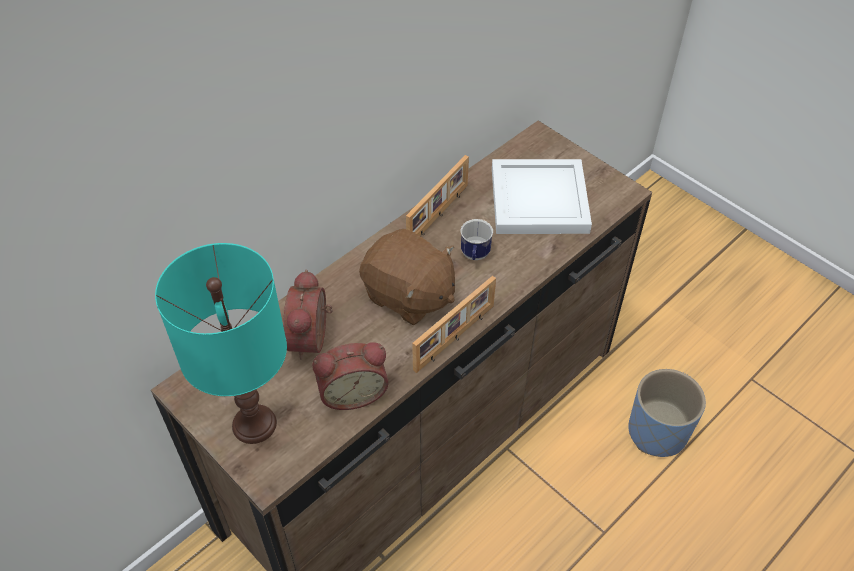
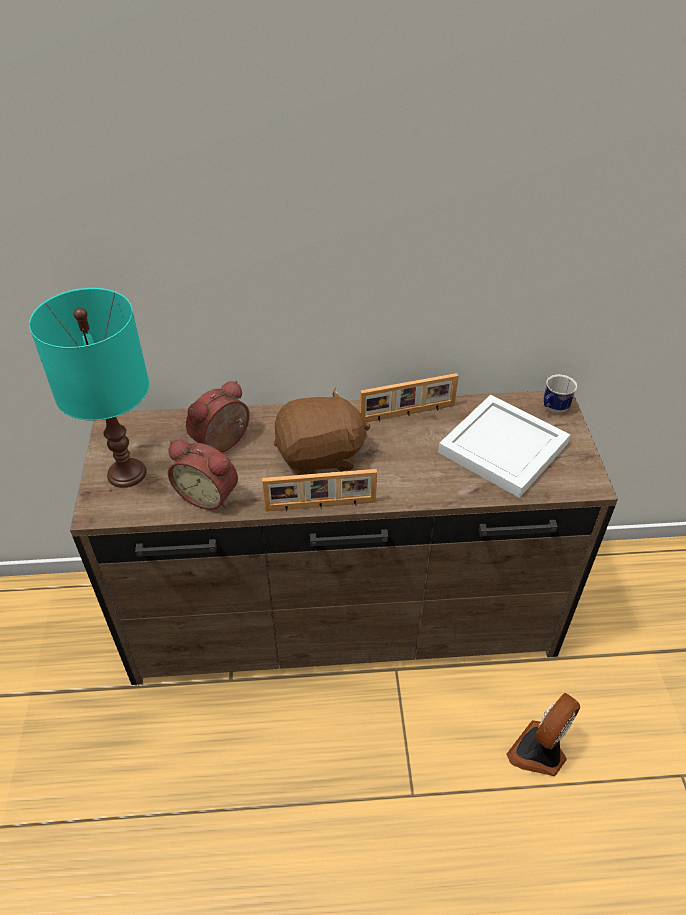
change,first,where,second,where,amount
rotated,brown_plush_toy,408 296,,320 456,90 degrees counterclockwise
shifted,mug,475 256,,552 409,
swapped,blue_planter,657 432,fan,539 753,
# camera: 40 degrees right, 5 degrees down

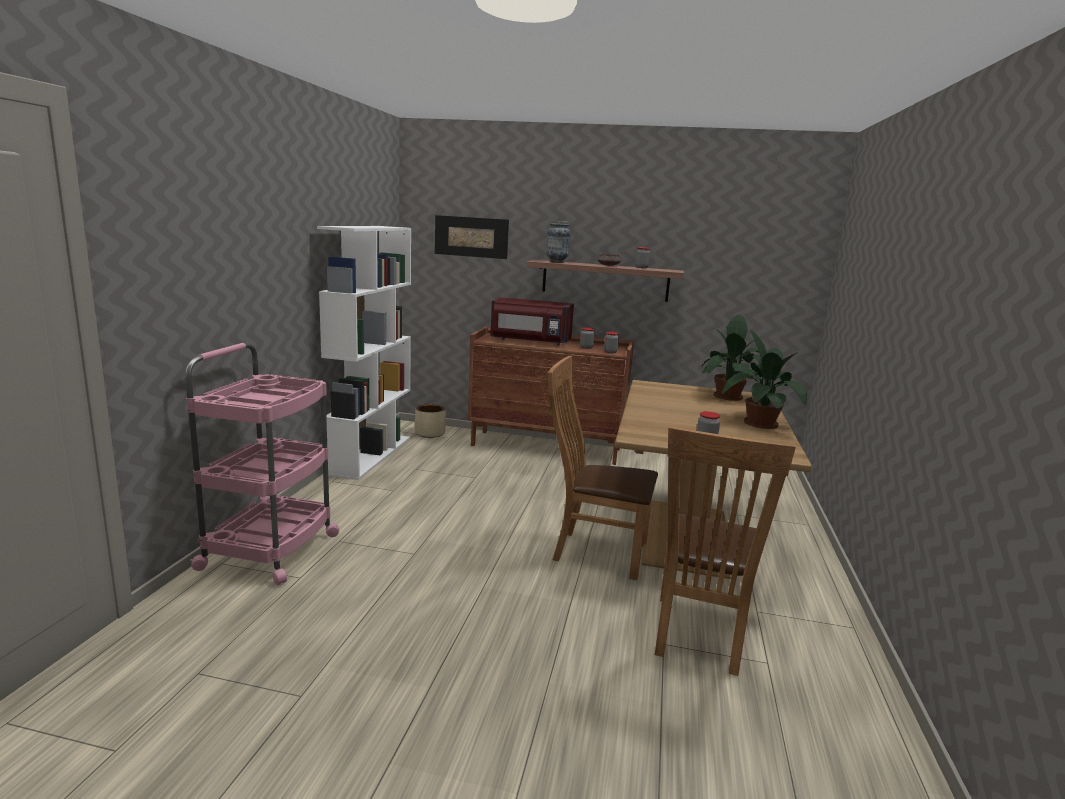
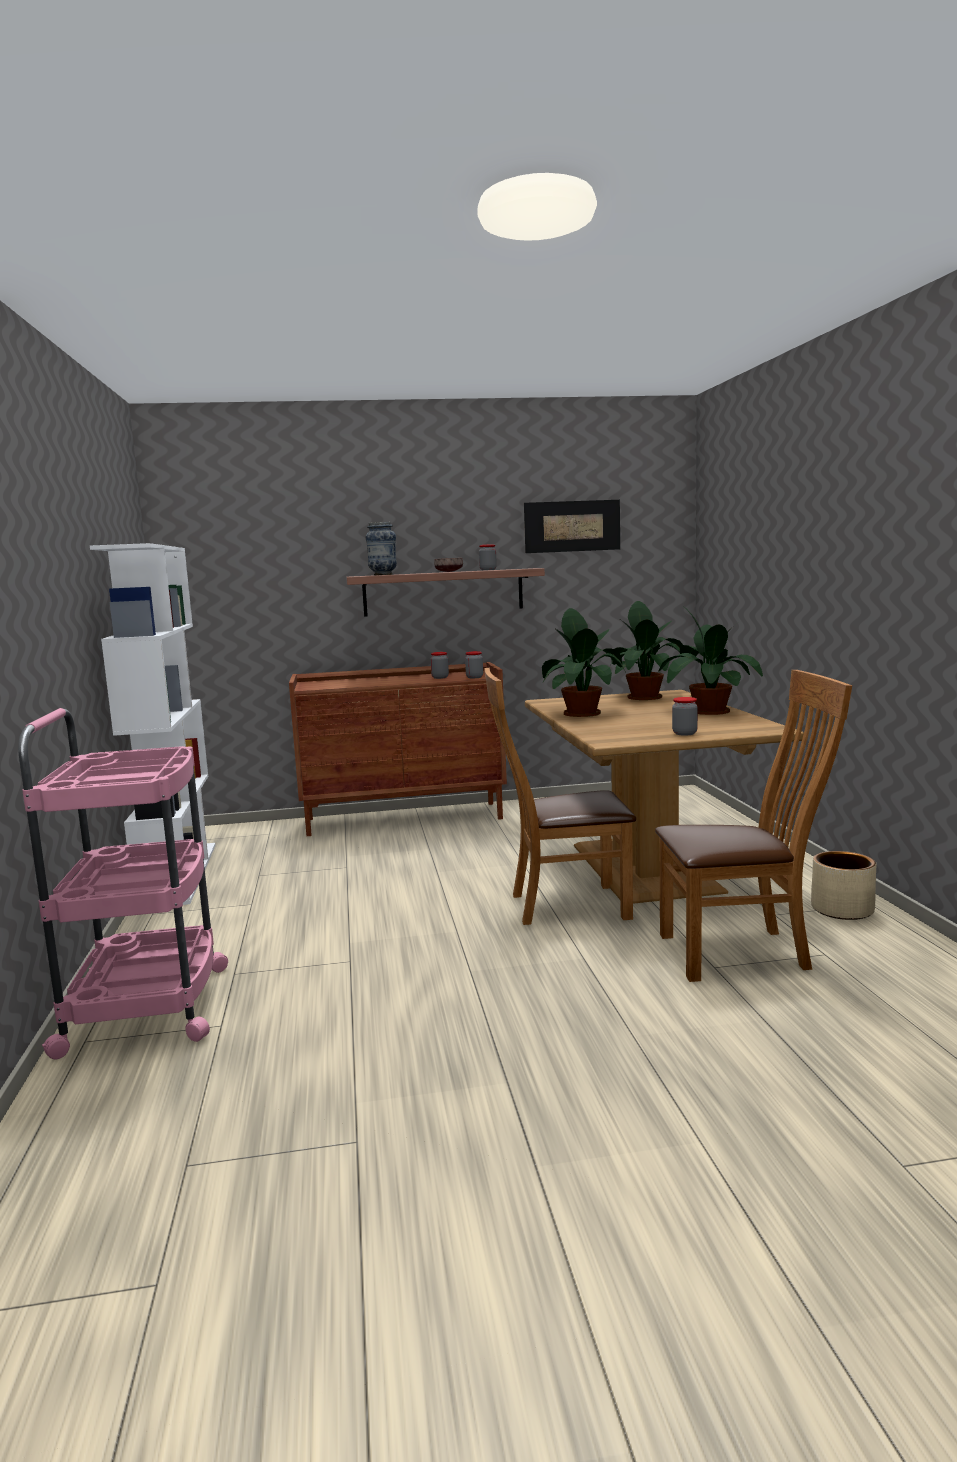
change,first,where,second,where,amount
shifted,beige_planter,430 433,,842 909,
shifted,picture,471 237,,572 526,
gone,red_microwave,529 341,,,
rotated,brown_chair,698 638,,742 952,90 degrees counterclockwise
new,,,potted_plant,582 713,
# camera: 20 degrees left, 5 degrees down

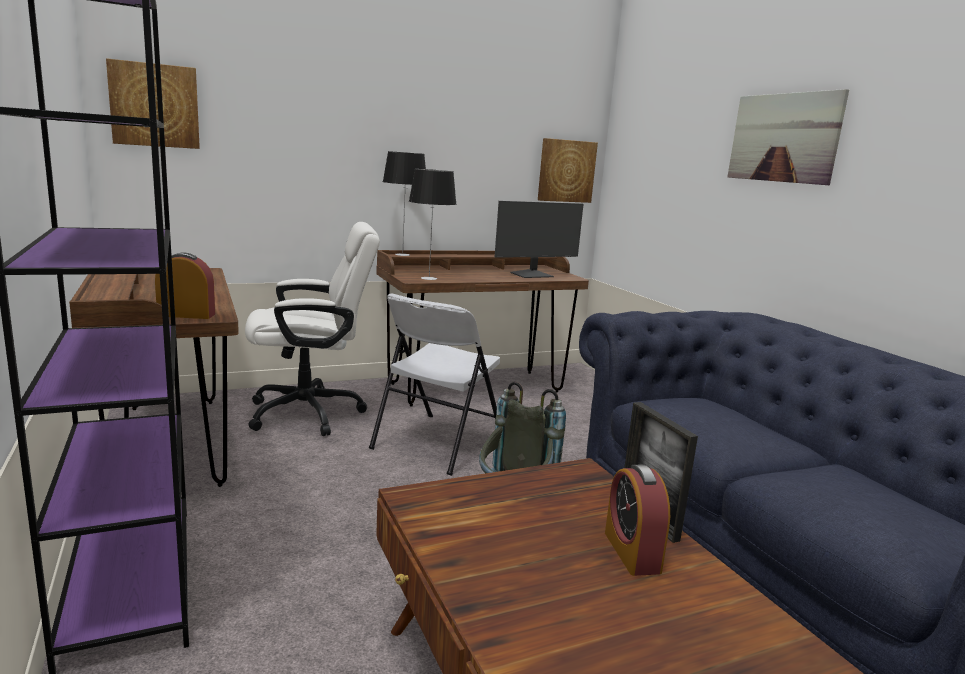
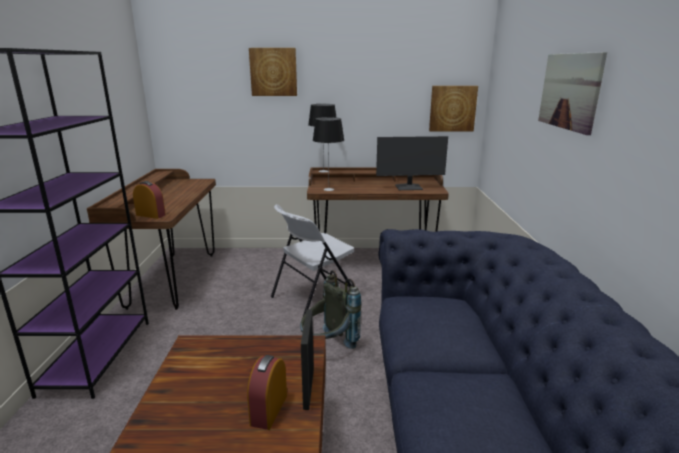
change,first,where,second,where,amount
shifted,picture,154 105,,273 72,
gone,white_office_chair,312 413,,,
# camera: 25 degrees right, 5 degrees up

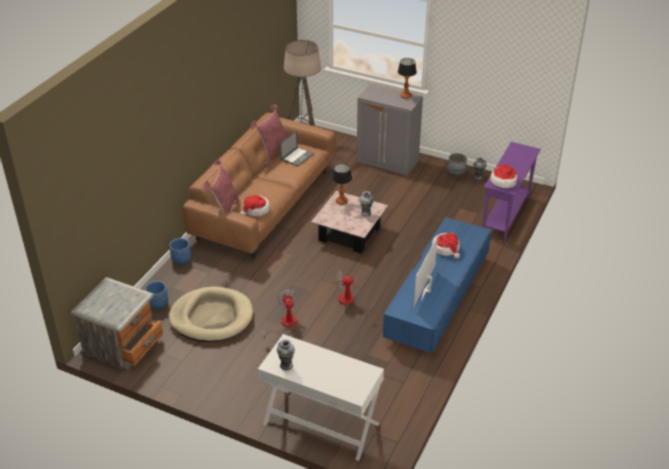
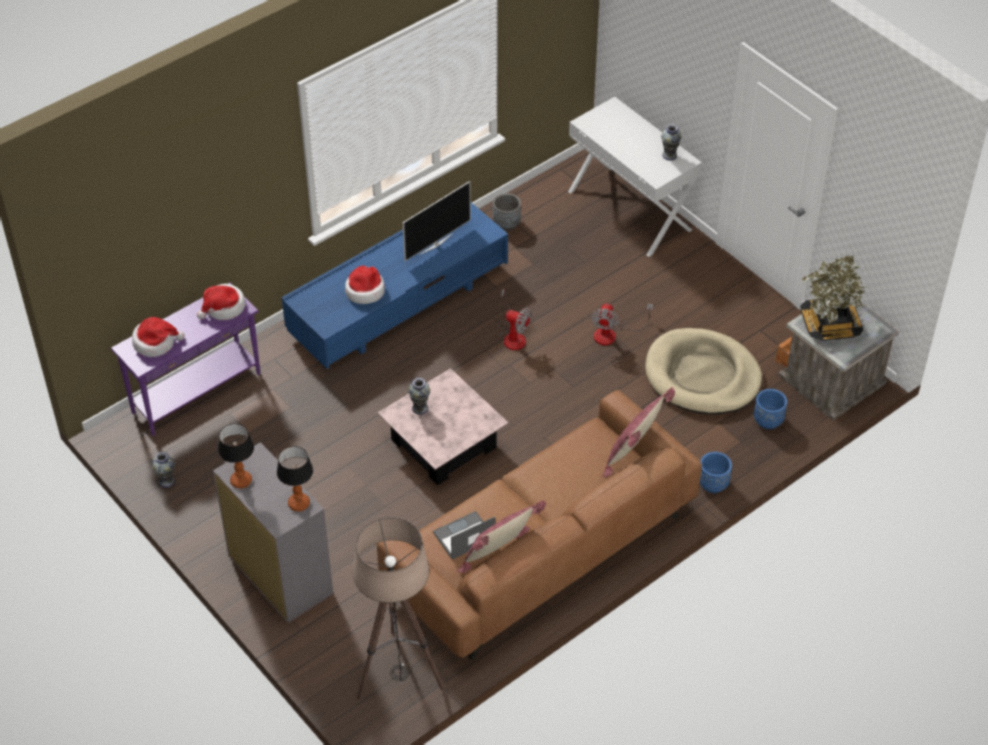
change,first,where,second,where,amount
shifted,hat,255 210,,155 342,
shifted,table_lamp,341 201,,298 504,
shifted,grey_planter,456 173,,506 224,
new,,,potted_plant,829 325,
# camera: 155 degrees left, 10 degrees up

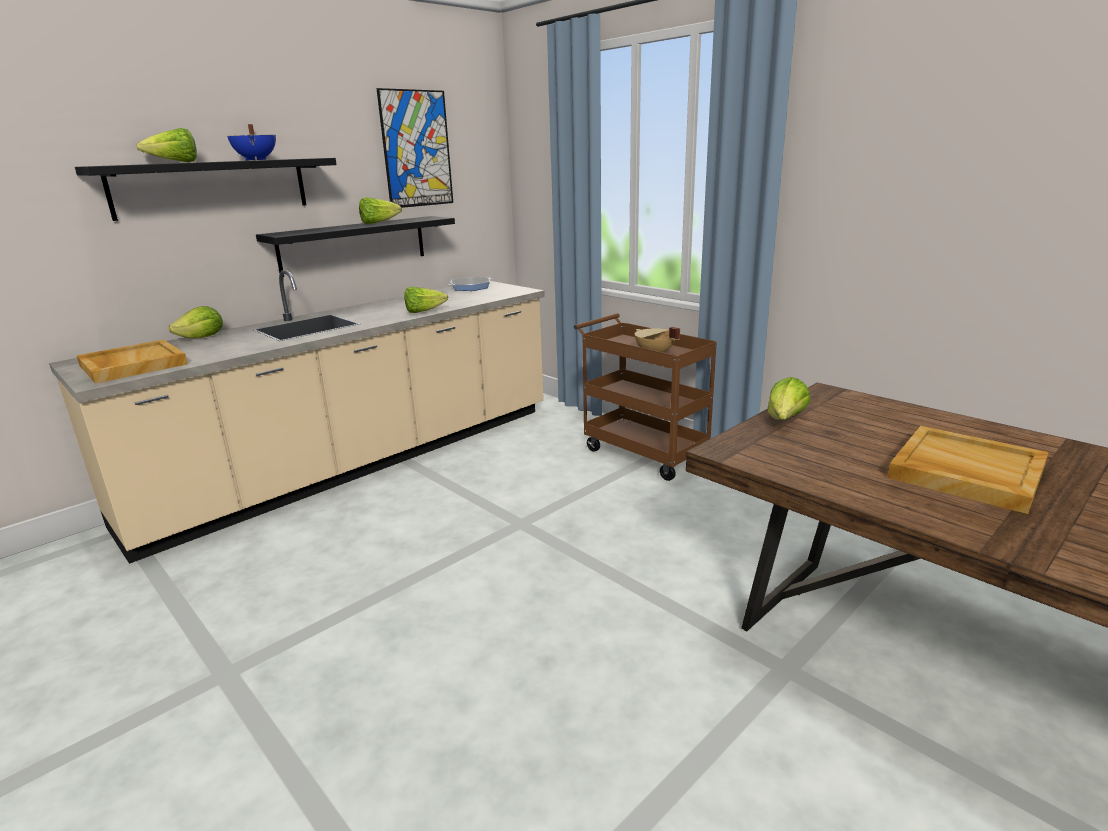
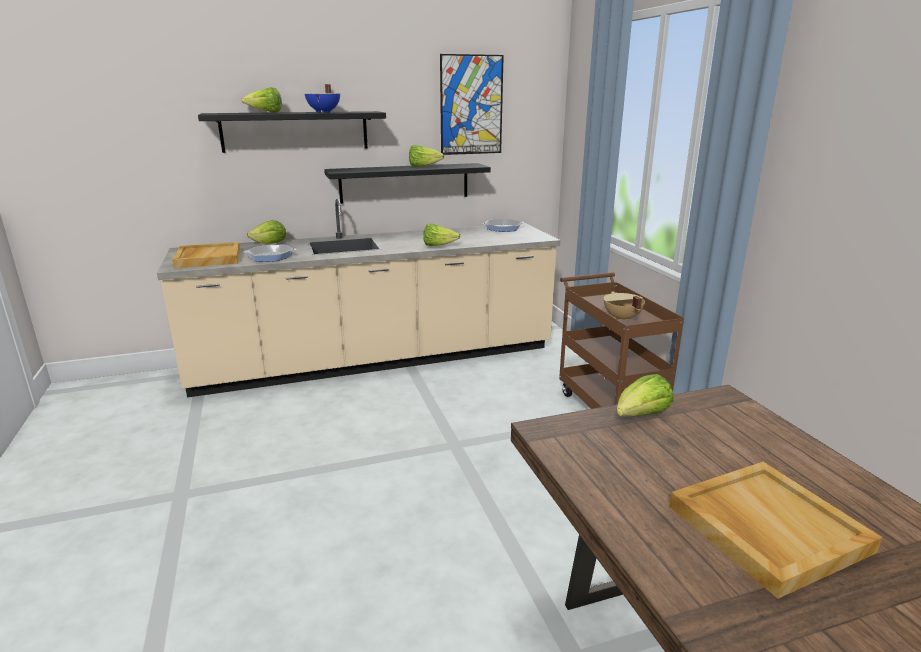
change,first,where,second,where,amount
new,,,frying_pan,270 257,
# camera: 25 degrees right, 0 degrees up

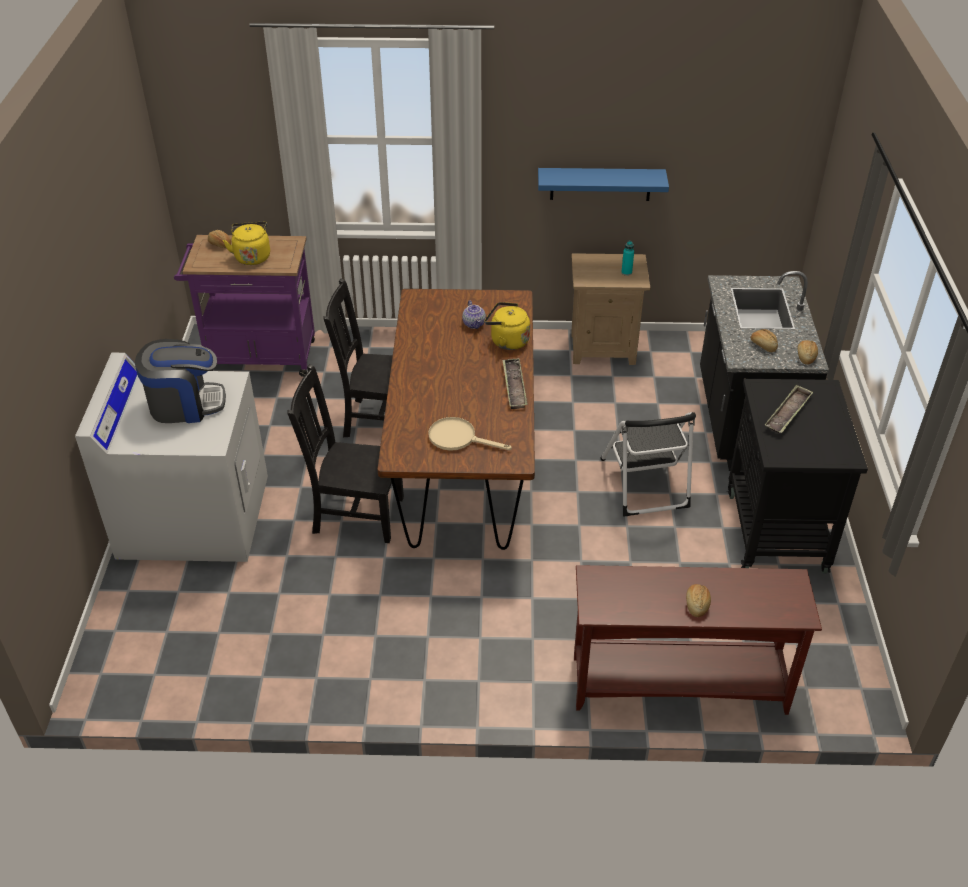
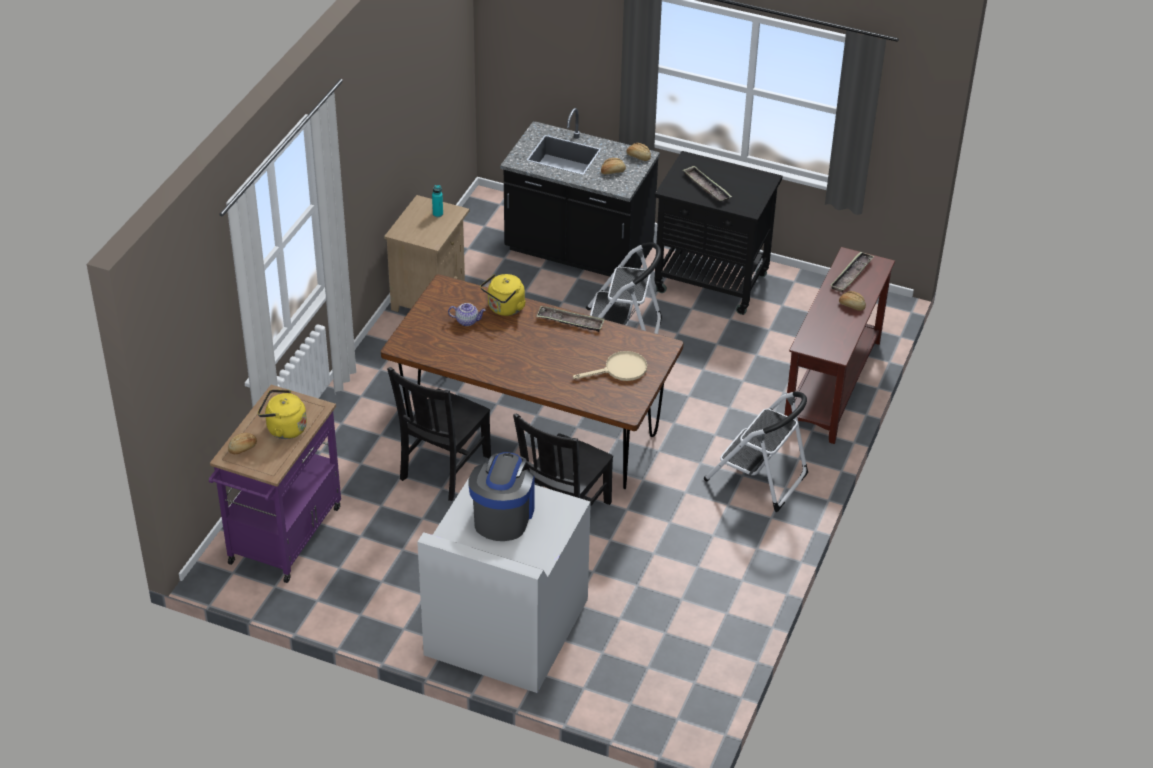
change,first,where,second,where,amount
rotated,beige_frying_pan,459 438,,620 370,150 degrees counterclockwise
gone,blue_shelf,600 184,,,
new,,,step_ladder,759 478,
new,,,tray,851 275,
# camera: 70 degrees left, 0 degrees up

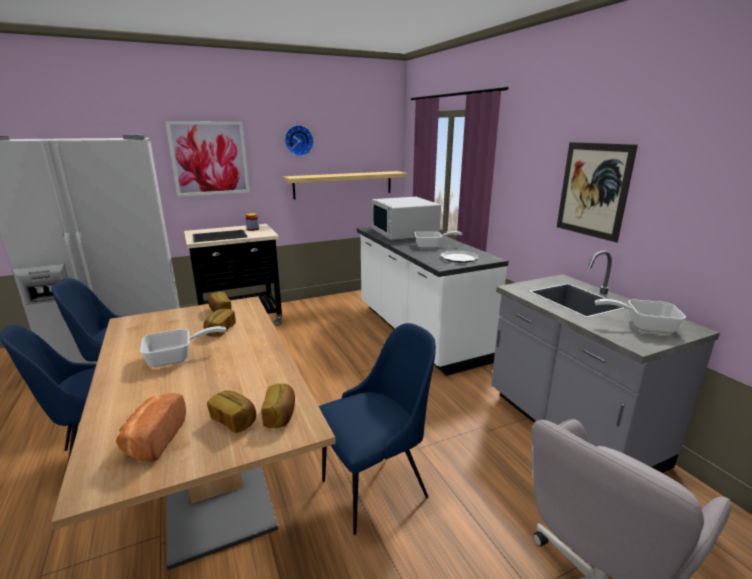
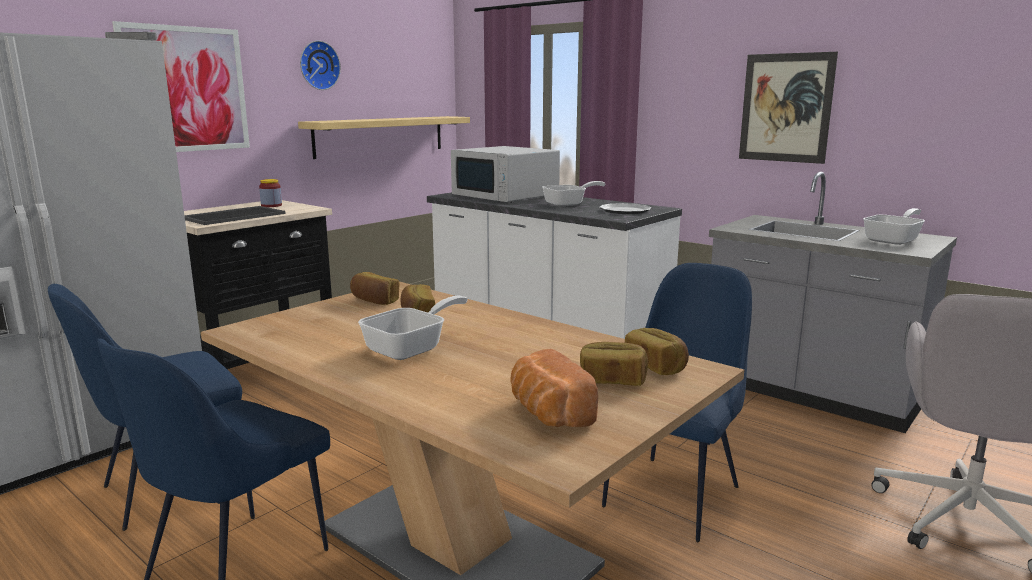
change,first,where,second,where,amount
rotated,frying_pan,643 325,,894 240,150 degrees clockwise
# camera: 25 degrees left, 5 degrees down

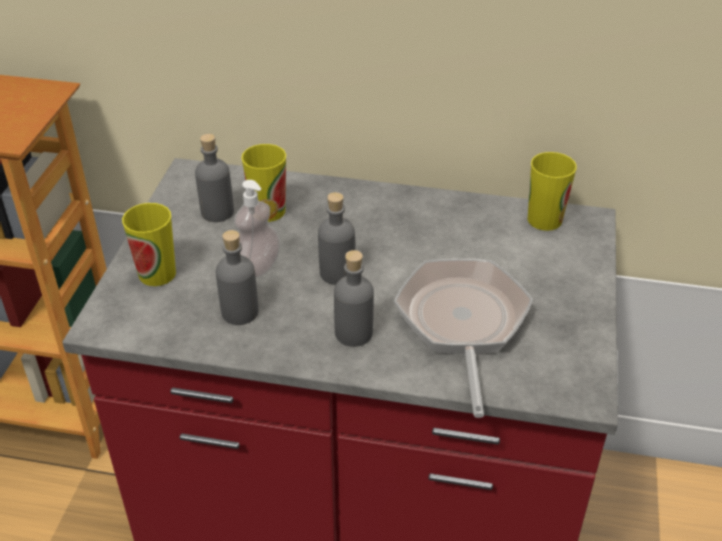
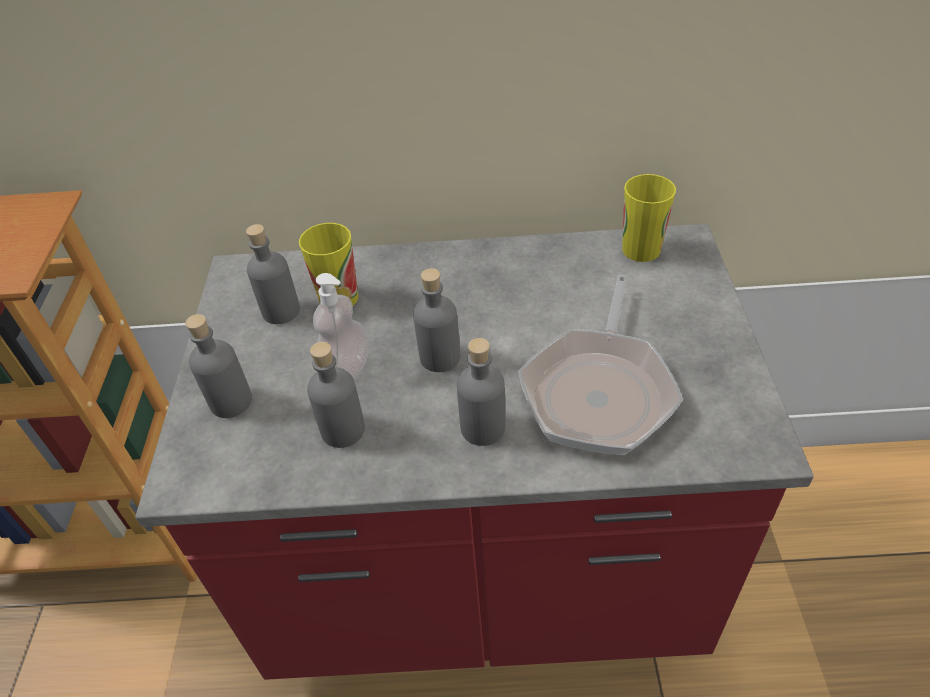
change,first,where,second,where,amount
swapped,cup,157 273,grey_bottle,231 402,
rotated,frying_pan,462 324,,600 390,150 degrees counterclockwise
# camera: 10 degrees left, 5 degrees up

